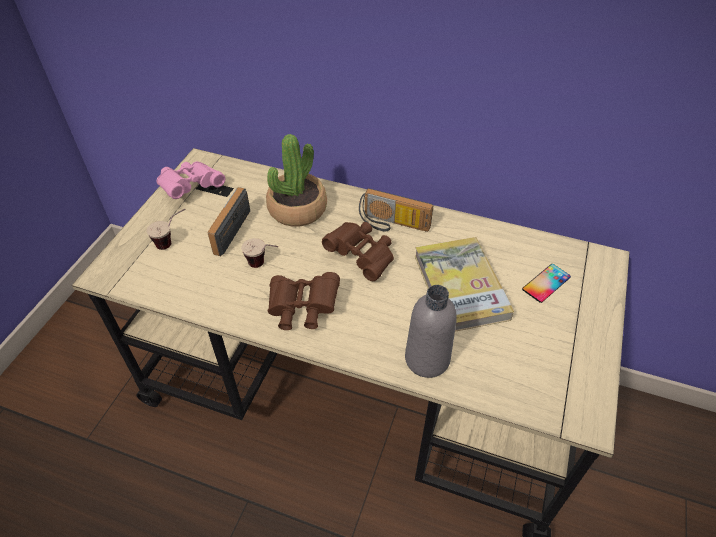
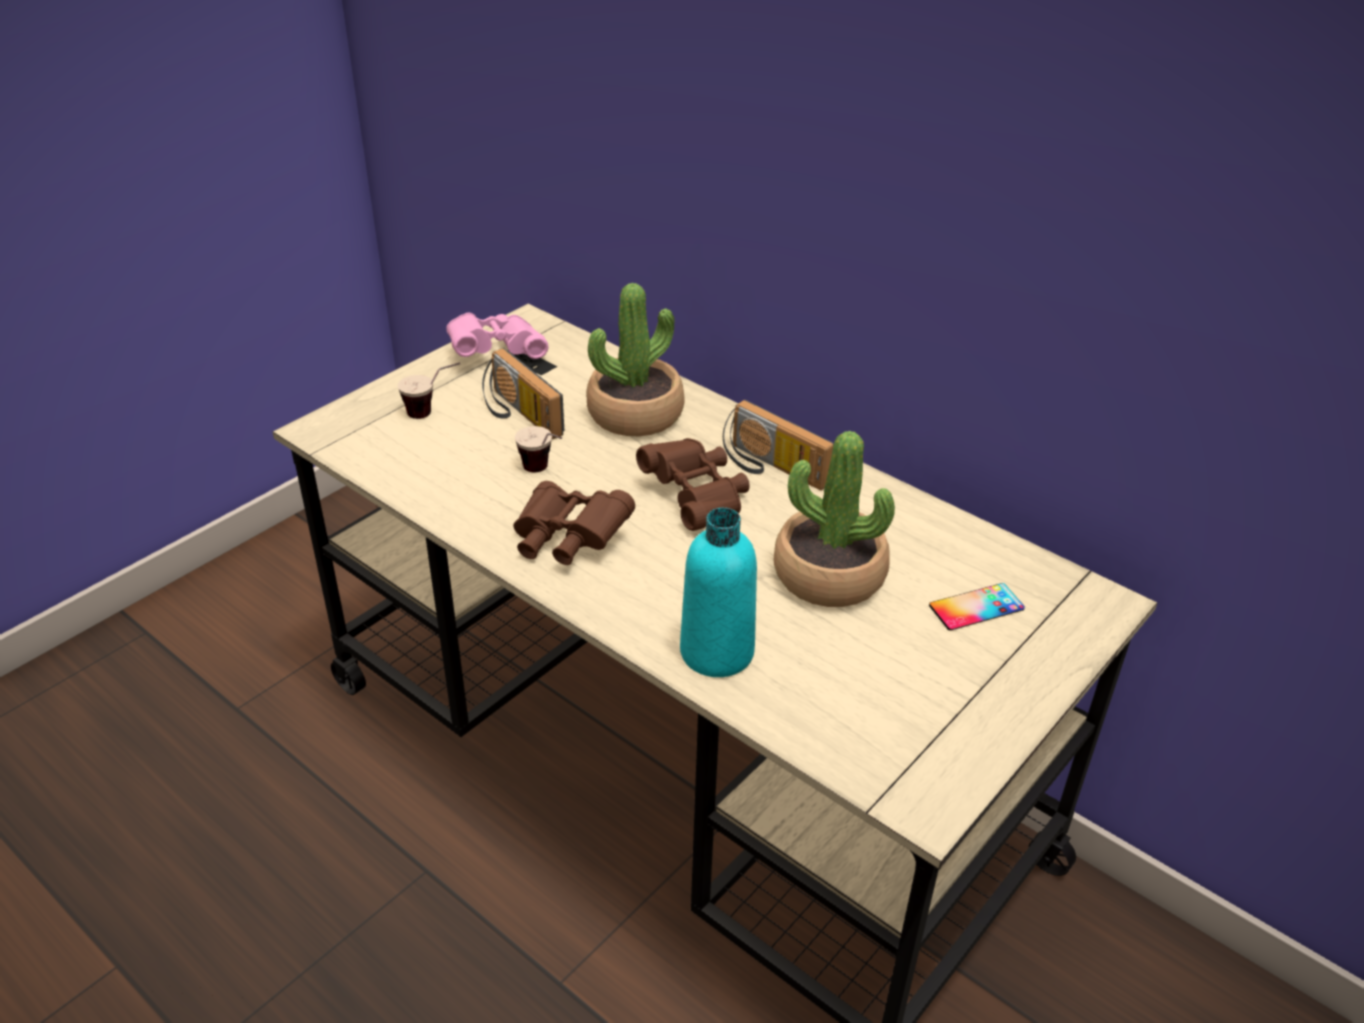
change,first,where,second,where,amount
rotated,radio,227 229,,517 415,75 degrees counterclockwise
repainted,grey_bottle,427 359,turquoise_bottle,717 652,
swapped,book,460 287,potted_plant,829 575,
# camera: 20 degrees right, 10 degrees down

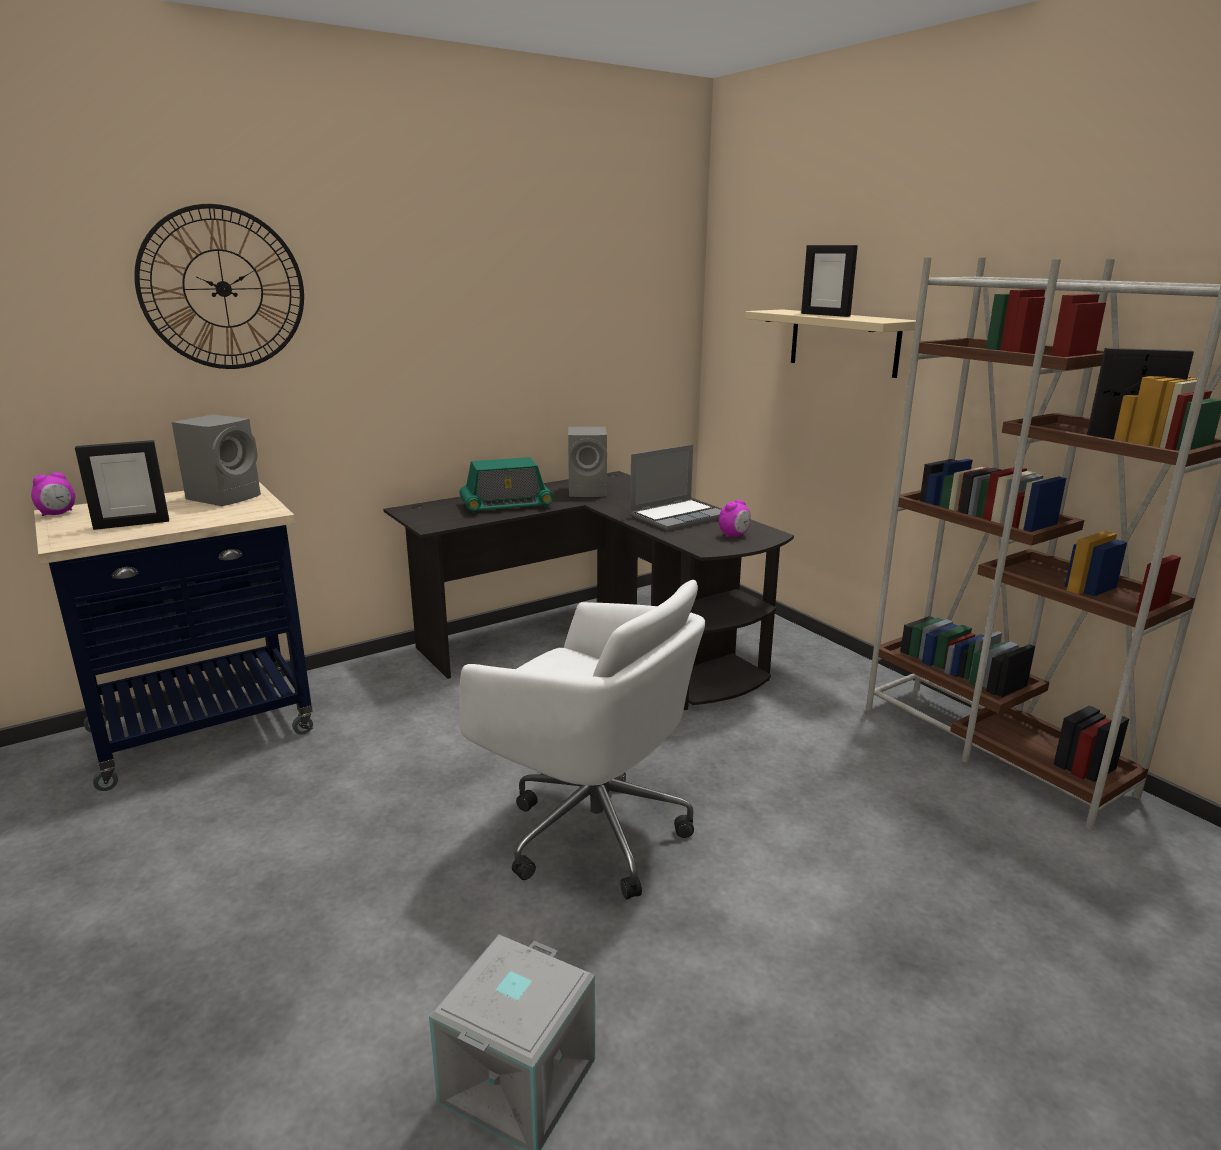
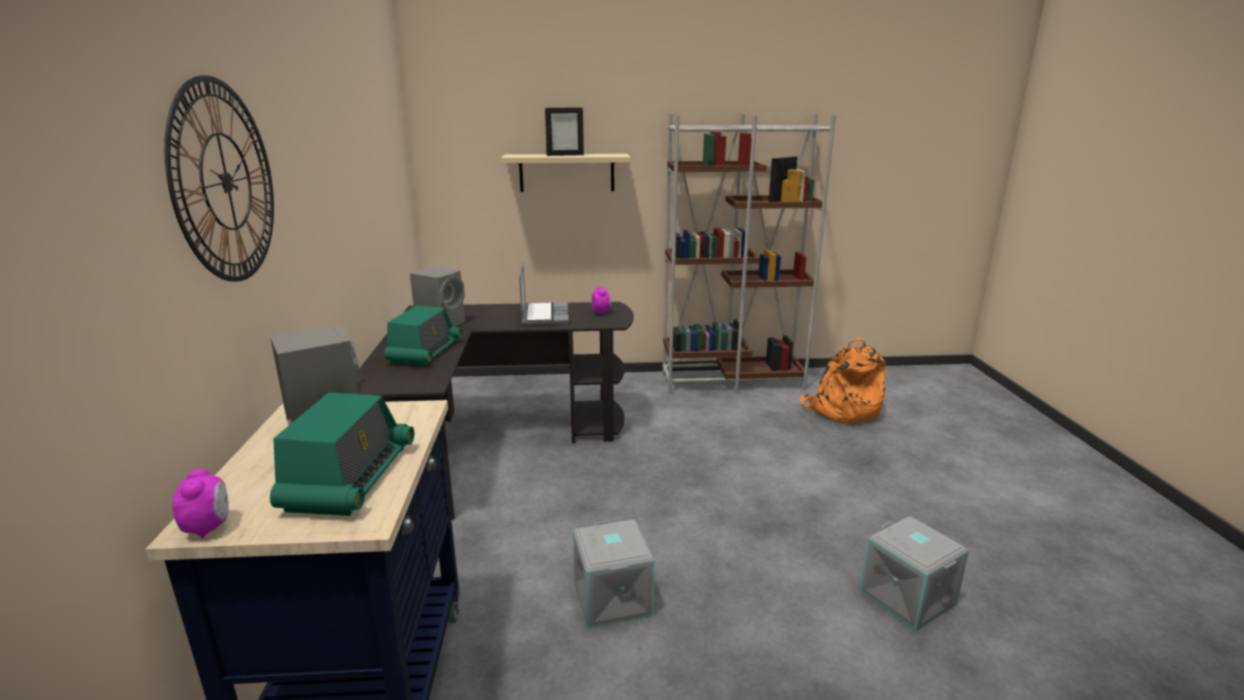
change,first,where,second,where,amount
swapped,picture_frame,132 524,radio,349 478,
gone,white_office_chair,587 833,,,
new,,,grey_storage_box,614 598,
new,,,orange_backpack,842 410,
# camera: 60 degrees left, 0 degrees up

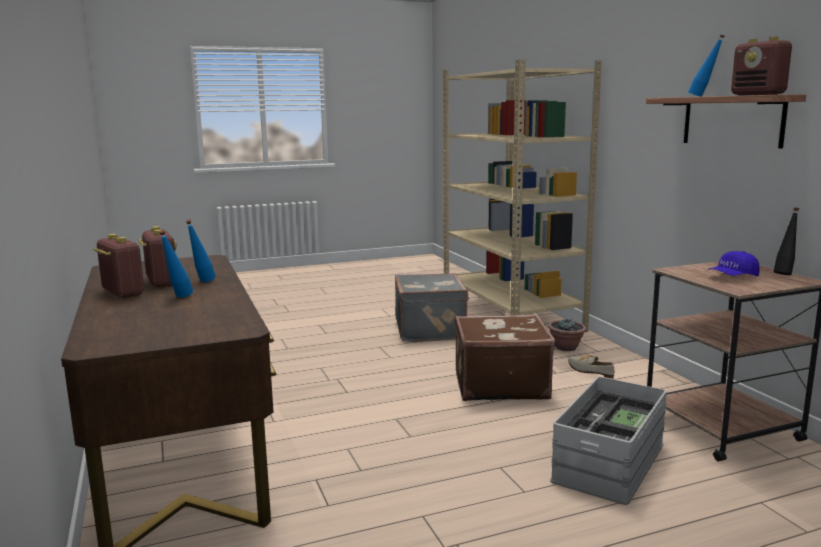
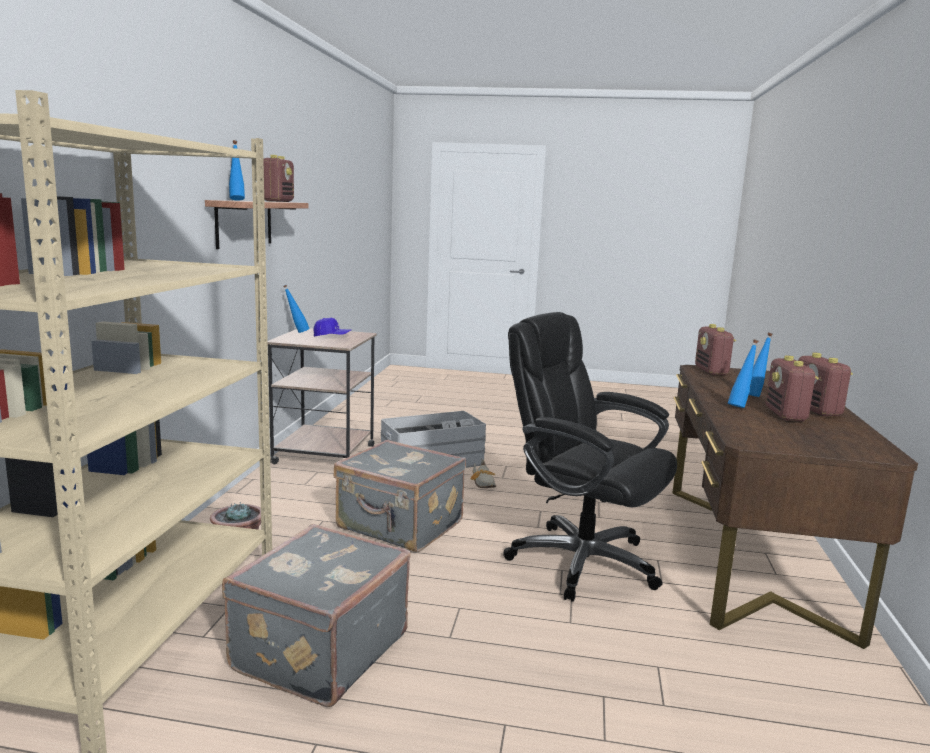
change,first,where,second,where,amount
repainted,brown_suitcase,499 385,grey_suitcase,399 526,
shifted,shoe,589 370,,484 483,
repainted,black_bottle,784 274,blue_bottle,296 332,
new,,,black_office_chair,582 562,
new,,,radio,711 371,
# camera: 150 degrees left, 0 degrees up

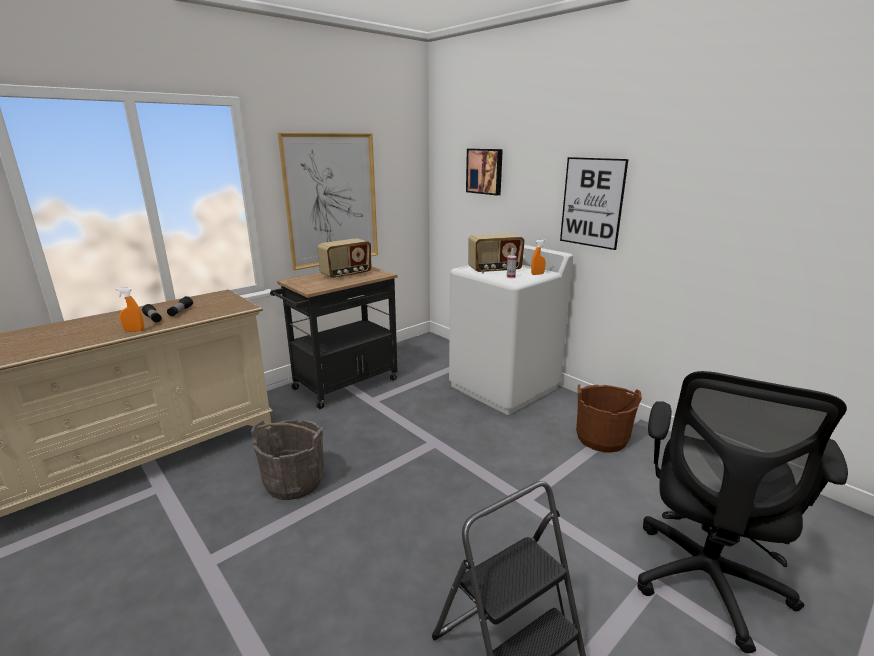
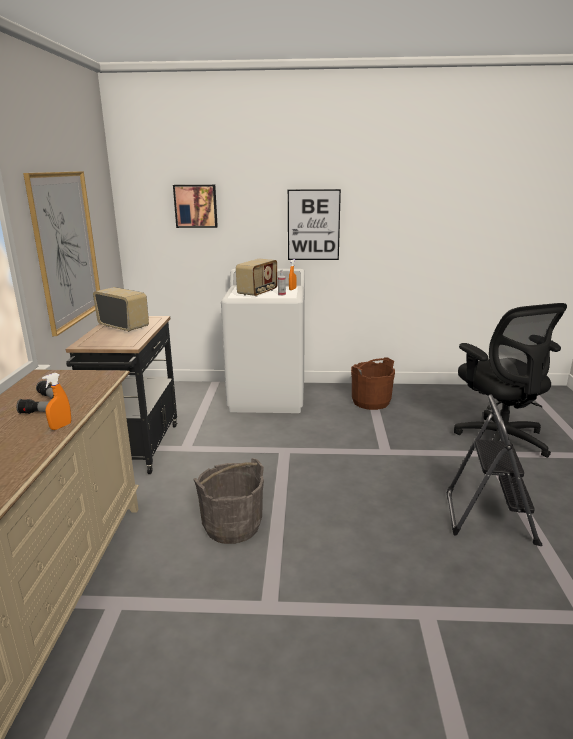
change,first,where,second,where,amount
rotated,radio,346 274,,124 327,60 degrees counterclockwise
# camera: 45 degrees left, 0 degrees up

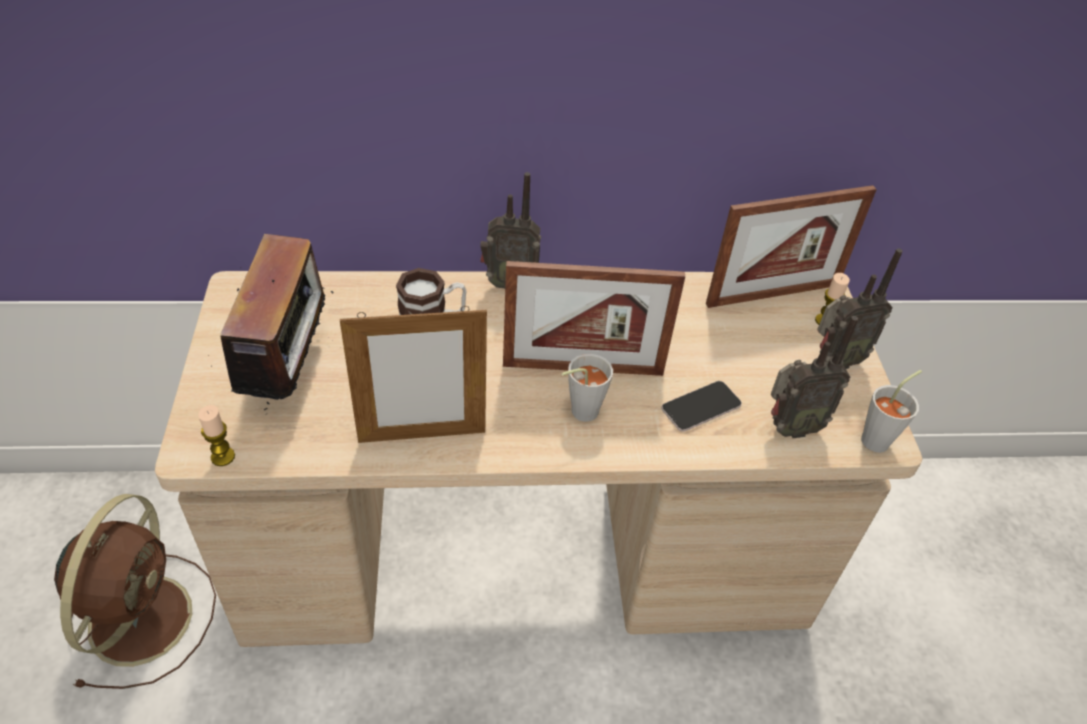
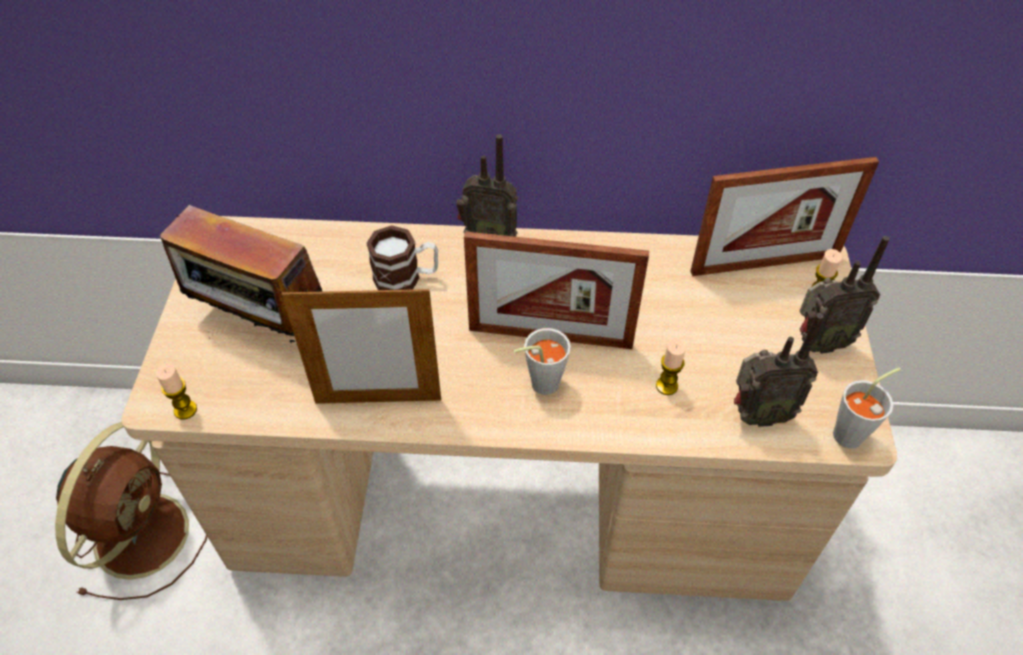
change,first,where,second,where,amount
rotated,radio,290 371,,260 324,105 degrees clockwise
swapped,phone,701 407,candle,666 386,
# camera: 10 degrees right, 5 degrees up

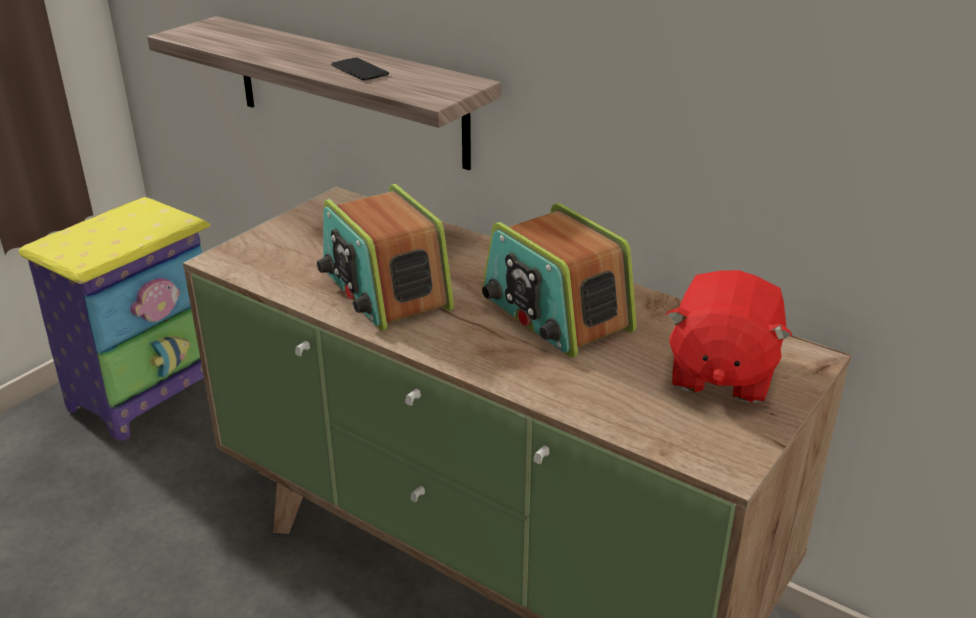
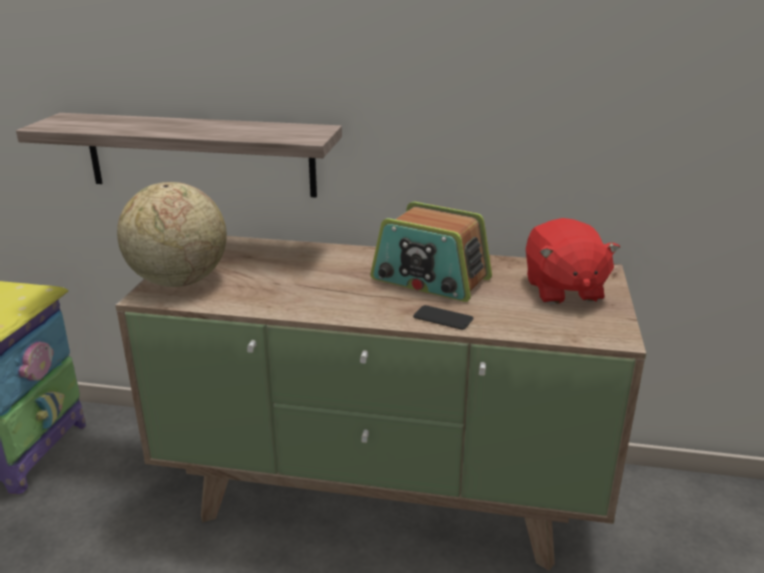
change,first,where,second,where,amount
gone,radio,385 290,,,
shifted,phone,359 70,,443 318,
new,,,globe,178 281,
# camera: 25 degrees left, 5 degrees down

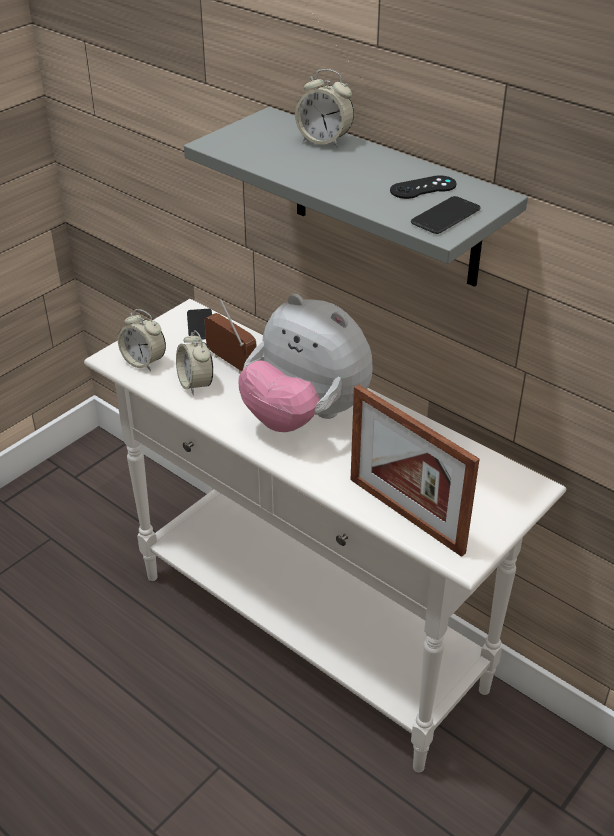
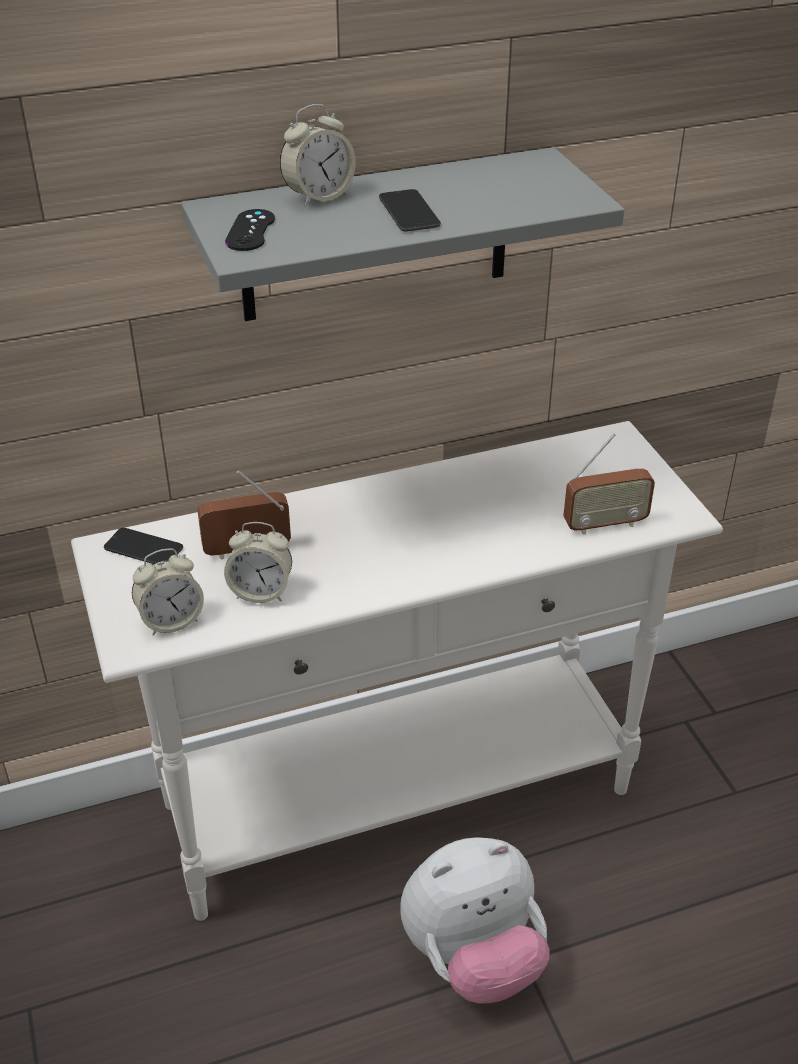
change,first,where,second,where,amount
shifted,plush_toy,305 416,,473 958,
swapped,picture_frame,405 515,radio,604 524,
shifted,black_game_controller,423 188,,250 230,
shifted,phone,445 216,,409 212,
# camera: 60 degrees left, 0 degrees up

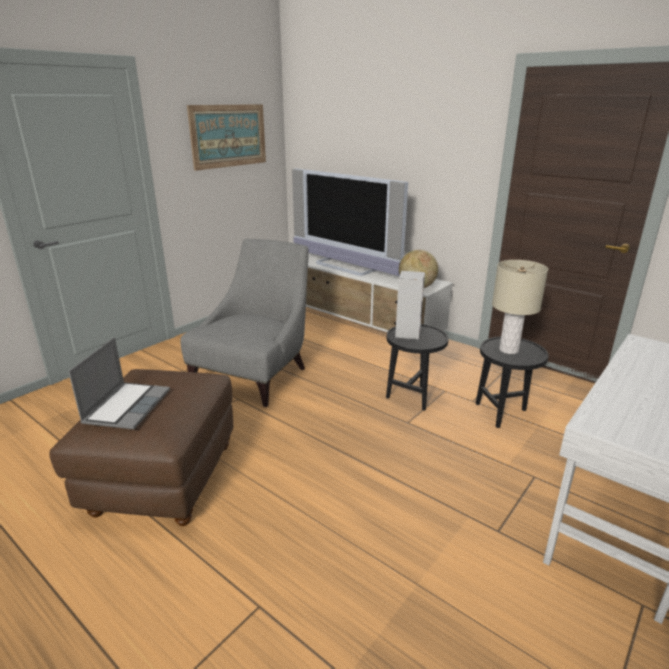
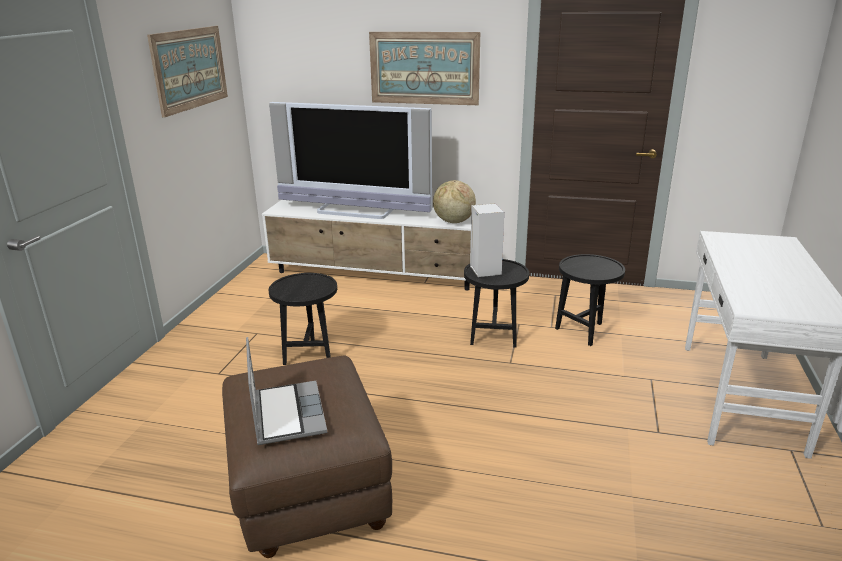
change,first,where,second,where,amount
swapped,grey_armchair,256 372,black_side_table,309 353,
gone,beige_table_lamp,509 350,,,
new,,,picture,424 68,
# camera: 25 degrees left, 0 degrees up

